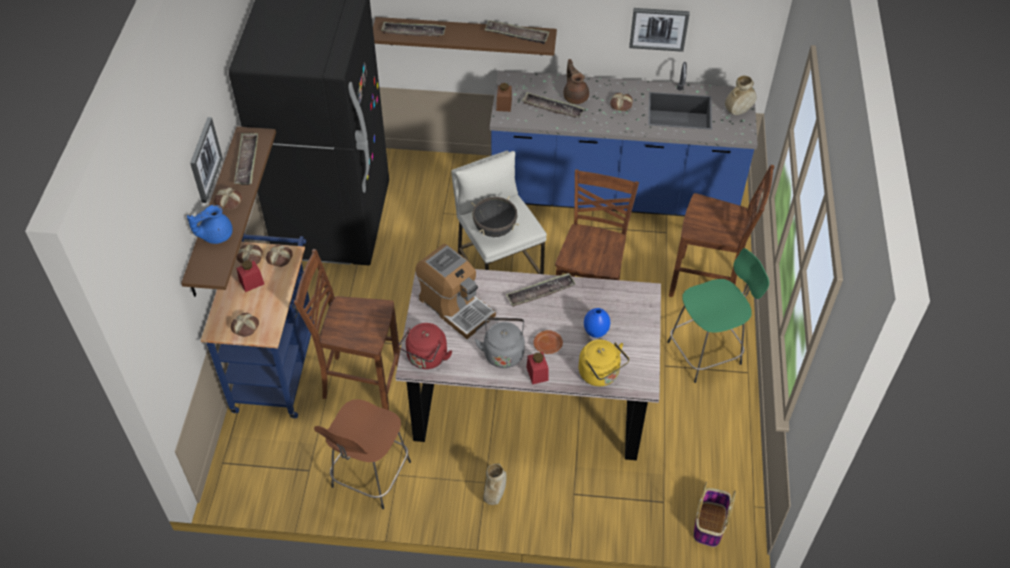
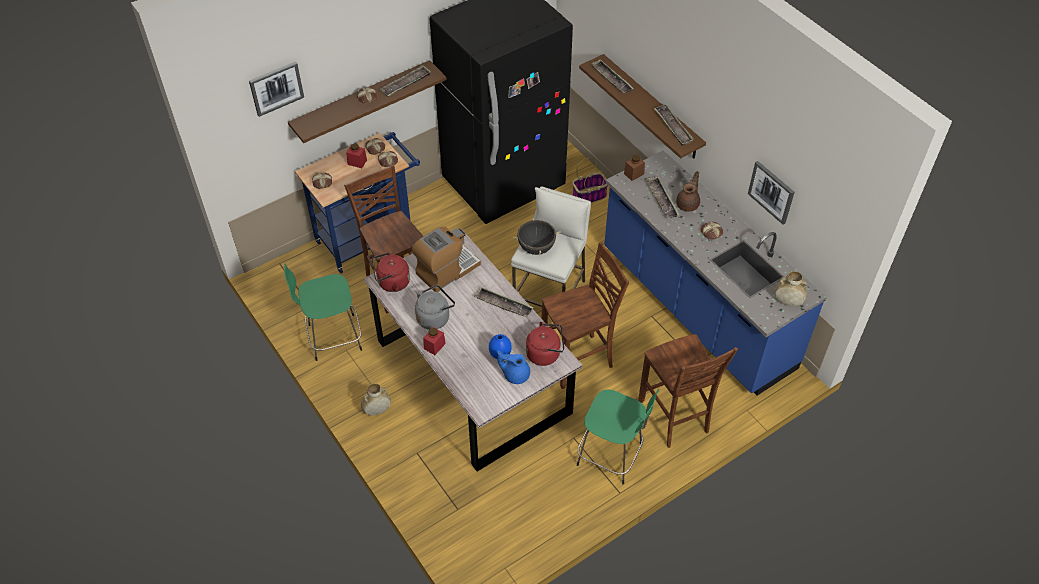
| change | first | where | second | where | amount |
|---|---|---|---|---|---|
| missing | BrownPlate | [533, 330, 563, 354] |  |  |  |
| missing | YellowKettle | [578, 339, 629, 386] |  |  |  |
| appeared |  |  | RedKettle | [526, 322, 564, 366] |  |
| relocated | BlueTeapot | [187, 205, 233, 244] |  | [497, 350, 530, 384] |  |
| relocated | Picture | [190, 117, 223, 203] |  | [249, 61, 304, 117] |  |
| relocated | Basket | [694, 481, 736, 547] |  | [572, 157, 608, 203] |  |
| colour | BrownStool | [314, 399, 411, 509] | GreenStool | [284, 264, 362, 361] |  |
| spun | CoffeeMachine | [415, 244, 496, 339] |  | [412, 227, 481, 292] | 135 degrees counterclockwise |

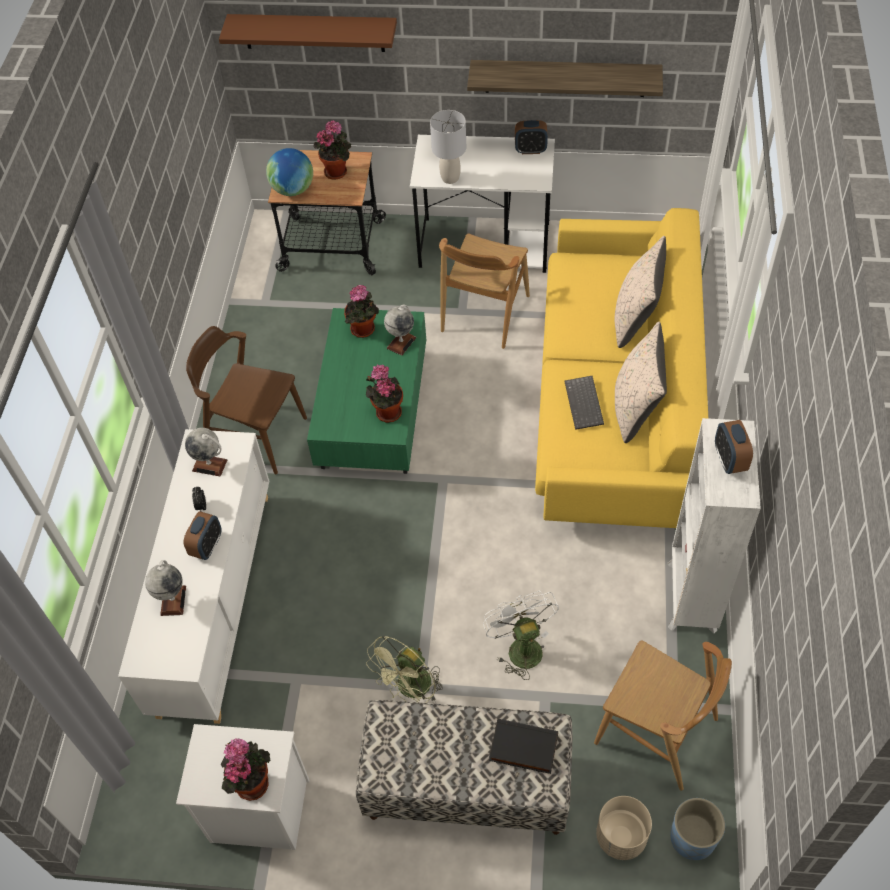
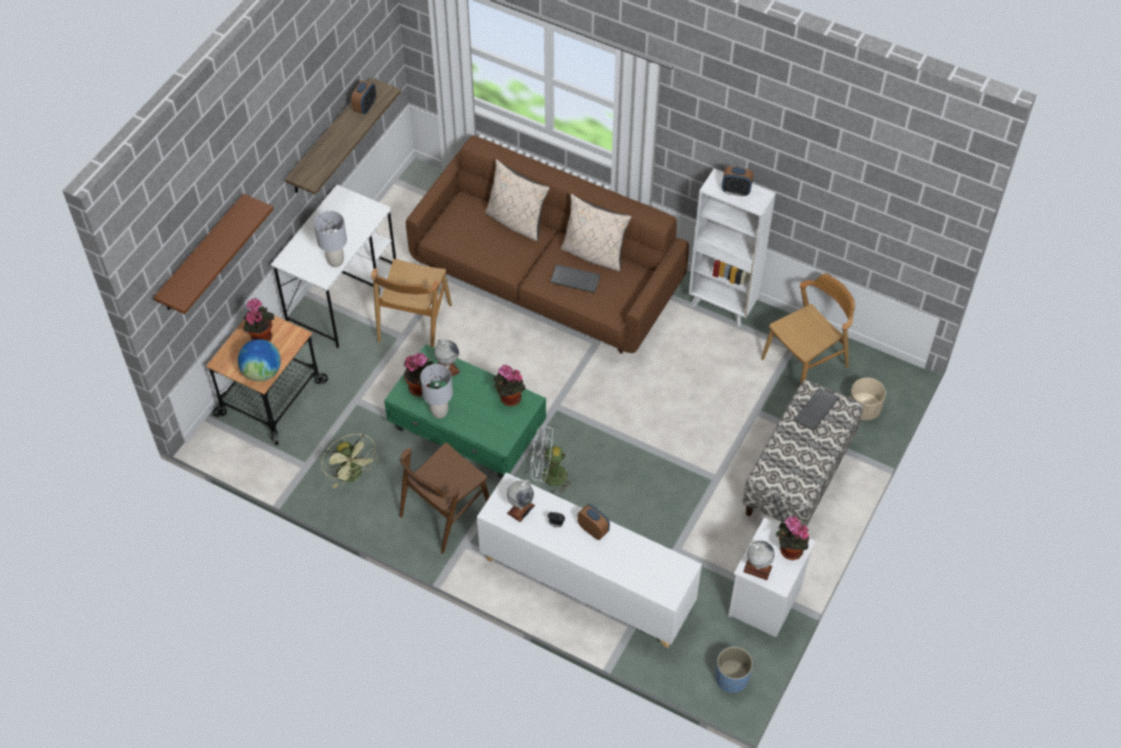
| change | first | where | second | where | amount |
|---|---|---|---|---|---|
| appeared |  |  | GreyTableLamp | [420, 364, 453, 419] |  |
| relocated | Globe | [145, 560, 186, 616] |  | [743, 541, 775, 580] |  |
| relocated | GreenFan | [366, 635, 443, 703] |  | [321, 434, 378, 489] |  |
| relocated | WhiteFan | [483, 591, 559, 680] |  | [531, 426, 575, 494] |  |
| relocated | AlarmClock | [515, 120, 548, 154] |  | [351, 80, 376, 114] |  |
| relocated | BluePlanter | [670, 798, 725, 860] |  | [716, 646, 753, 694] |  |
| exchanged | BlackBook | [489, 719, 558, 774] | Keyboard | [794, 387, 839, 431] |  |
| colour | YellowSofa | [535, 208, 708, 528] | BrownSofa | [406, 135, 689, 354] |  |
| spun | BrownChair | [439, 233, 530, 349] |  | [371, 259, 452, 347] | 60 degrees clockwise |

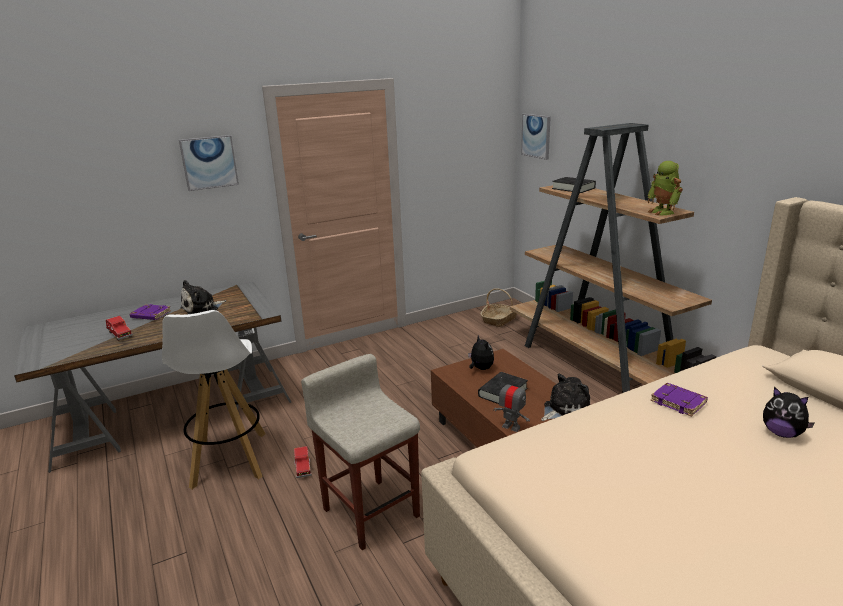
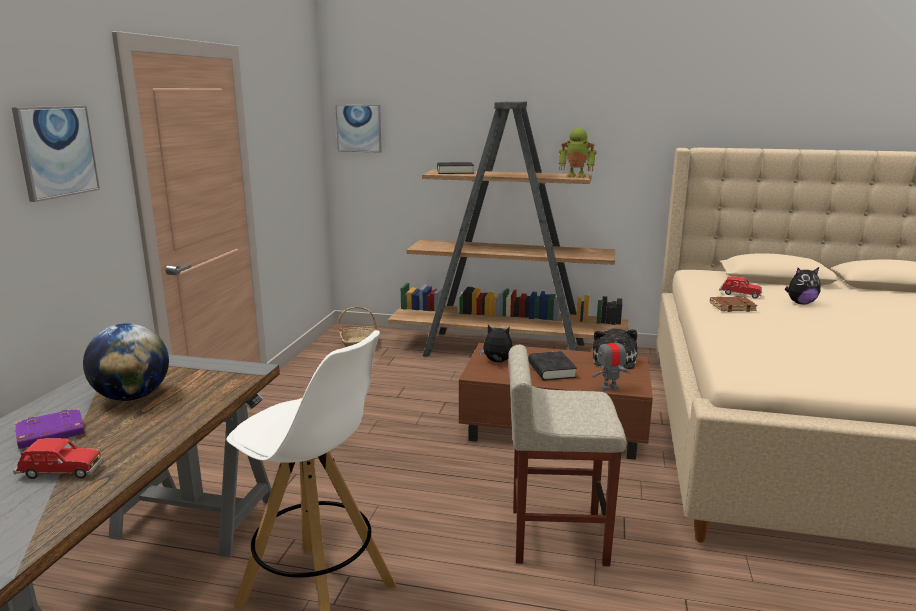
| change | first | where | second | where | amount |
|---|---|---|---|---|---|
| relocated | RedToyCar | [294, 446, 312, 478] |  | [719, 276, 762, 299] |  |
| exchanged | PlushToy | [180, 280, 226, 314] | Globe | [83, 323, 169, 401] |  |
| colour | PurpleBook | [650, 383, 708, 417] | BrownBook | [710, 297, 757, 312] |  |

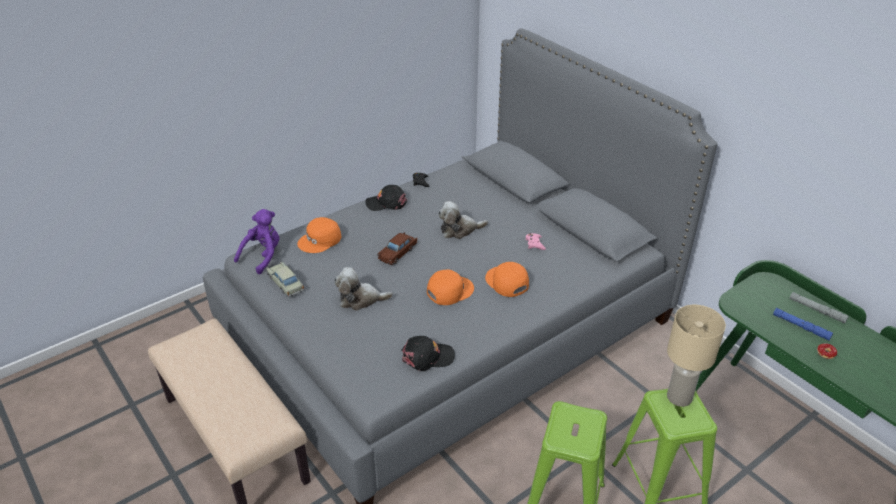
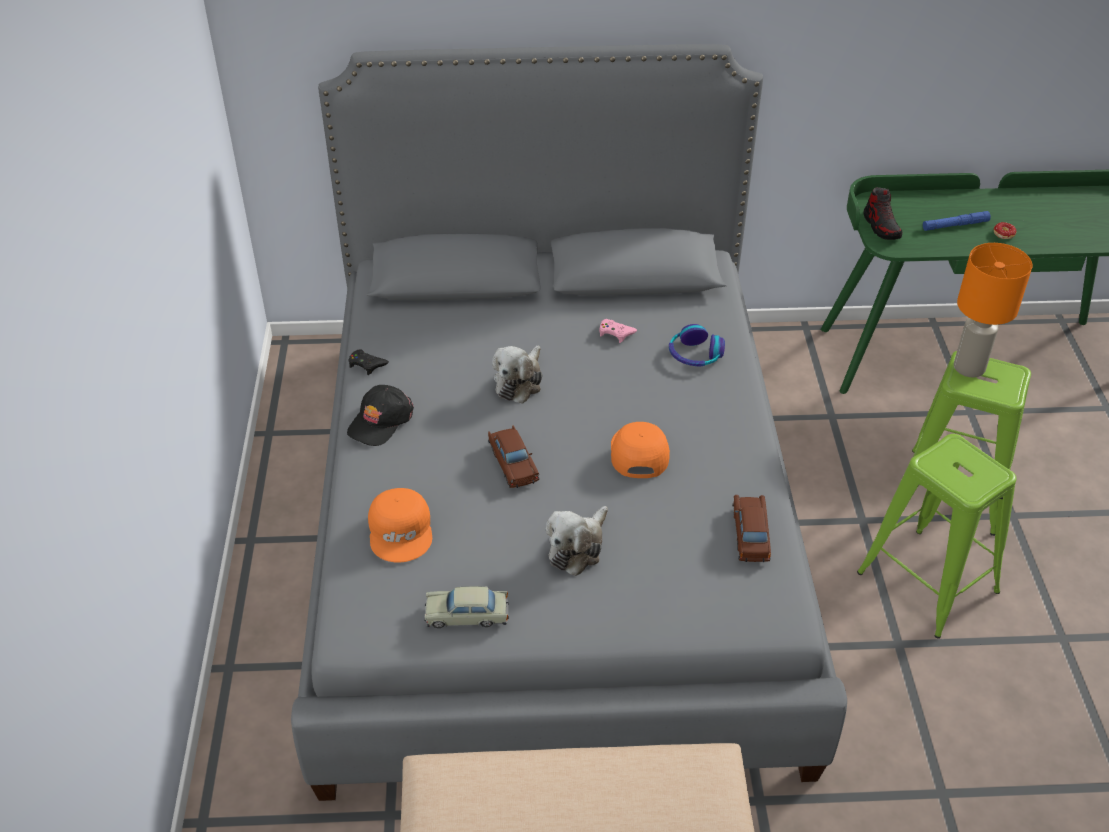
| change | first | where | second | where | amount |
|---|---|---|---|---|---|
| missing | PurplePlushToy | [234, 209, 280, 274] |  |  |  |
| missing | OrangeCap | [485, 262, 529, 297] |  |  |  |
| missing | GreyFlashlight | [790, 292, 849, 323] |  |  |  |
| appeared |  |  | Headphones | [669, 324, 725, 367] |  |
| appeared |  |  | Shoe | [864, 187, 902, 240] |  |
| exchanged | BlackCap | [402, 336, 455, 371] | BrownToyCar | [732, 495, 771, 562] |  |
| colour | BeigeTableLamp | [667, 305, 726, 407] | OrangeTableLamp | [954, 243, 1033, 377] |  |

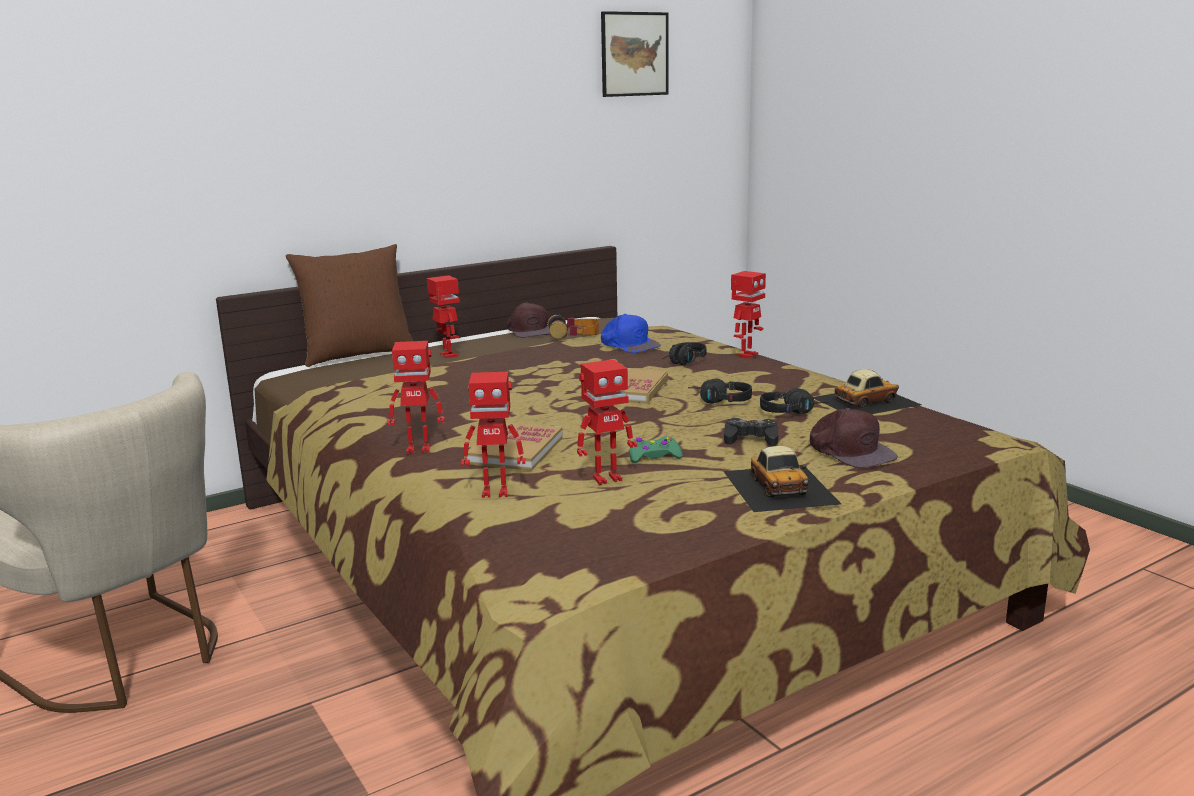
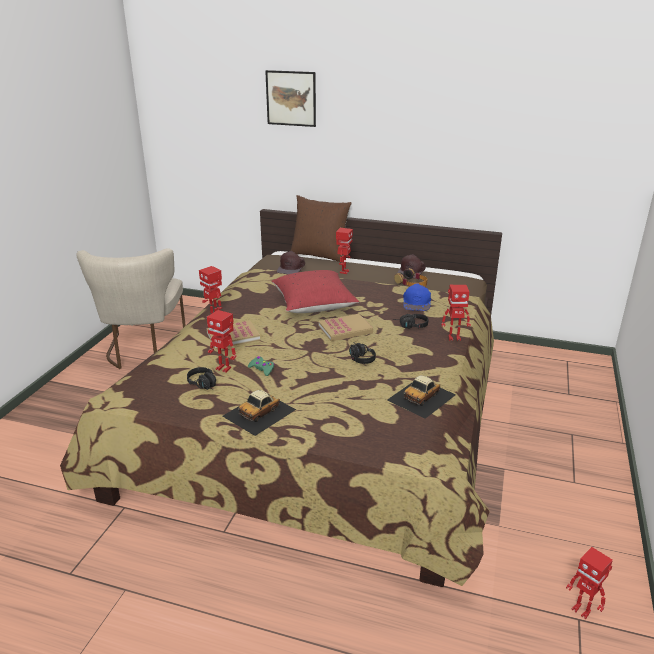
| change | first | where | second | where | amount |
|---|---|---|---|---|---|
| missing | BlackGameController | [724, 418, 778, 446] |  |  |  |
| appeared |  |  | RedPillow | [271, 270, 359, 313] |  |
| relocated | ToyRobot | [461, 372, 525, 498] |  | [566, 547, 613, 619] |  |
| relocated | Picture | [601, 11, 669, 97] |  | [265, 70, 316, 127] |  |
| relocated | BlackHeadphones | [760, 388, 829, 414] |  | [187, 367, 216, 390] |  |
| relocated | BrownCap | [810, 408, 898, 468] |  | [276, 251, 305, 274] |  |
| spun | ToyCar | [813, 369, 921, 414] |  | [387, 375, 456, 419] | 105 degrees clockwise |

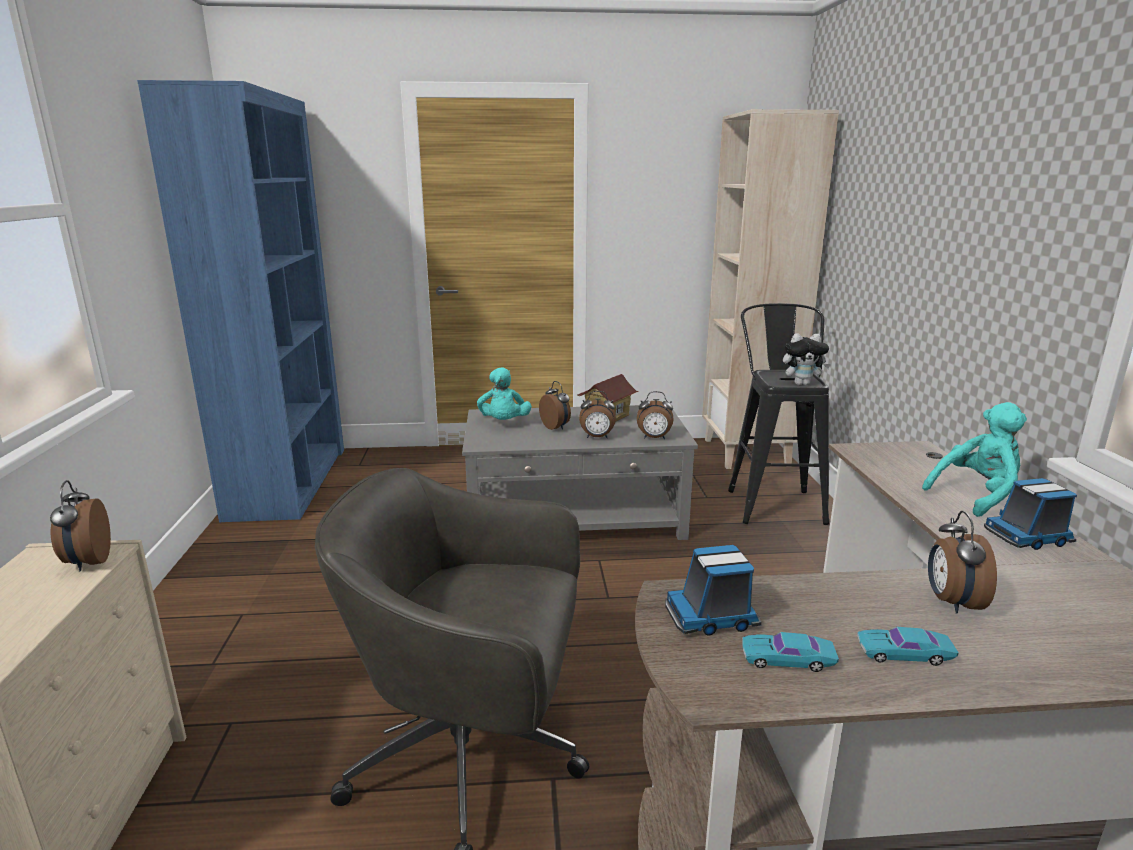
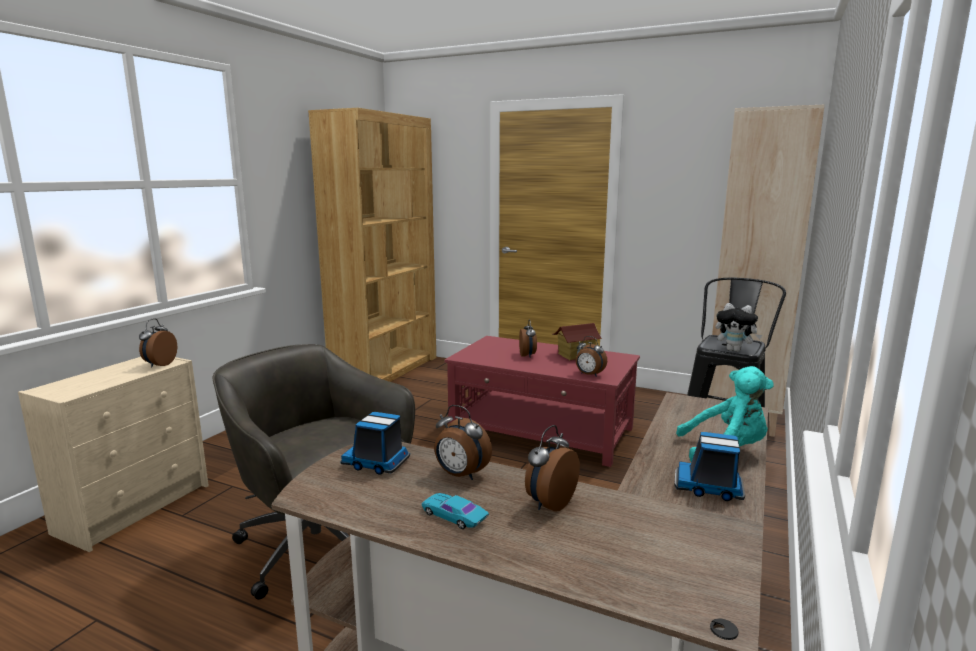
| change | first | where | second | where | amount |
|---|---|---|---|---|---|
| missing | TurquoisePlushToy | [477, 367, 532, 420] |  |  |  |
| missing | TurquoiseToyCar | [742, 632, 839, 672] |  |  |  |
| relocated | AlarmClock | [579, 391, 616, 438] |  | [434, 405, 492, 480] |  |
| colour | BlueBookcase | [137, 80, 344, 522] | BrownBookcase | [308, 108, 436, 382] |  |
| colour | GreyCoffeeTable | [462, 405, 698, 540] | RedCoffeeTable | [445, 336, 640, 467] |  |

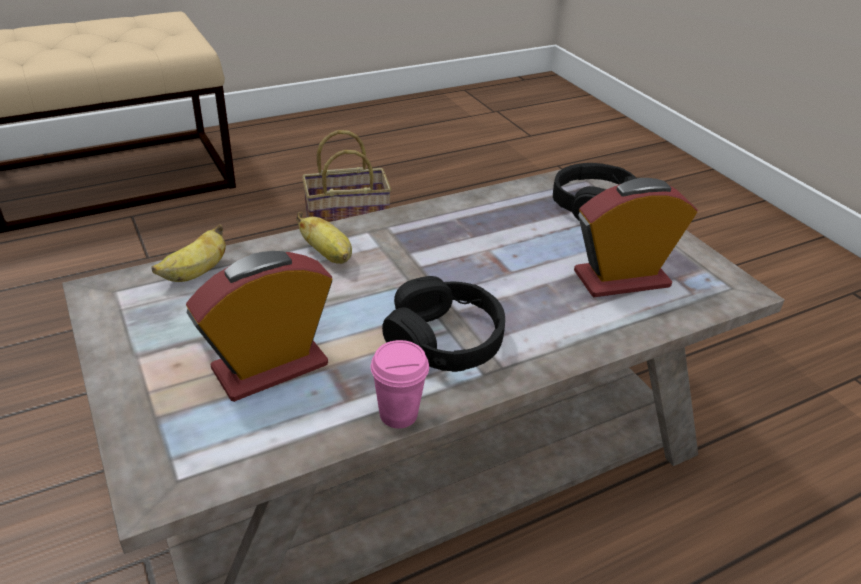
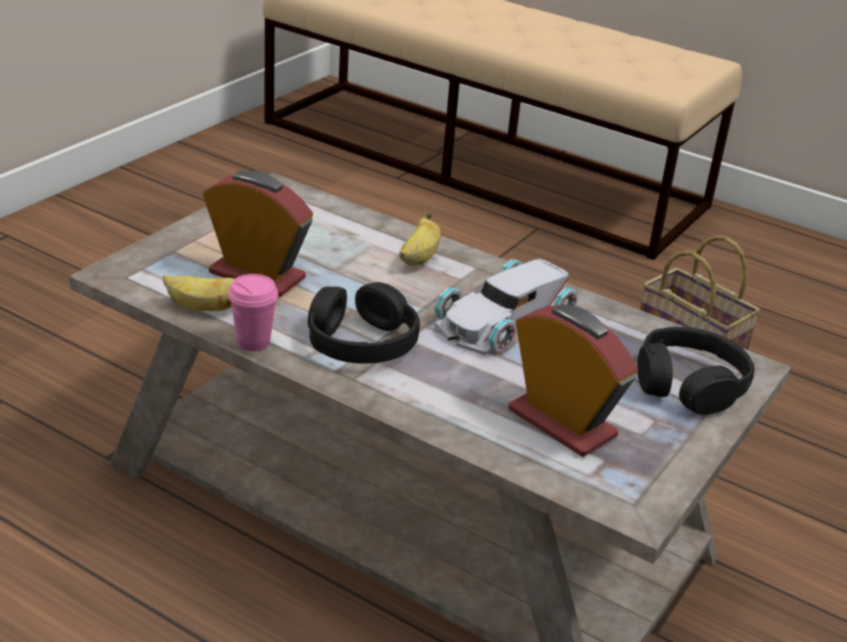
| change | first | where | second | where | amount |
|---|---|---|---|---|---|
| appeared |  |  | WhiteToyCar | [434, 259, 578, 355] |  |
| relocated | Banana | [152, 224, 226, 282] |  | [163, 275, 234, 311] |  |

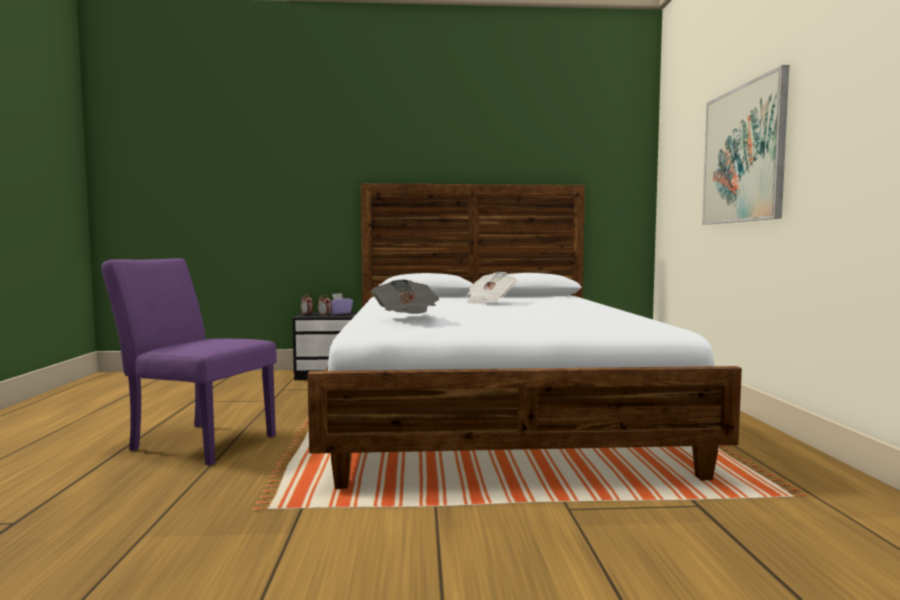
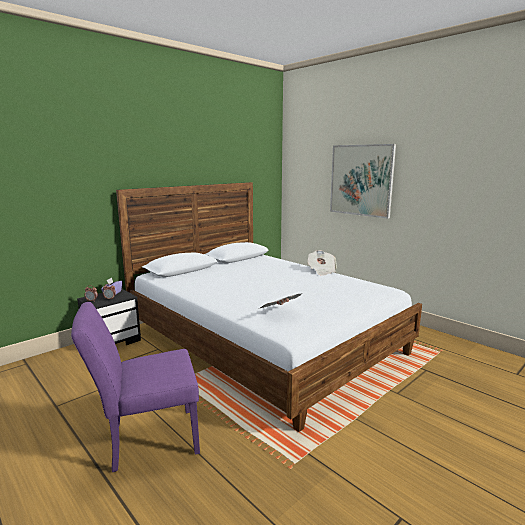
| change | first | where | second | where | amount |
|---|---|---|---|---|---|
| relocated | Newspaper | [467, 272, 517, 304] |  | [307, 250, 337, 276] |  |

